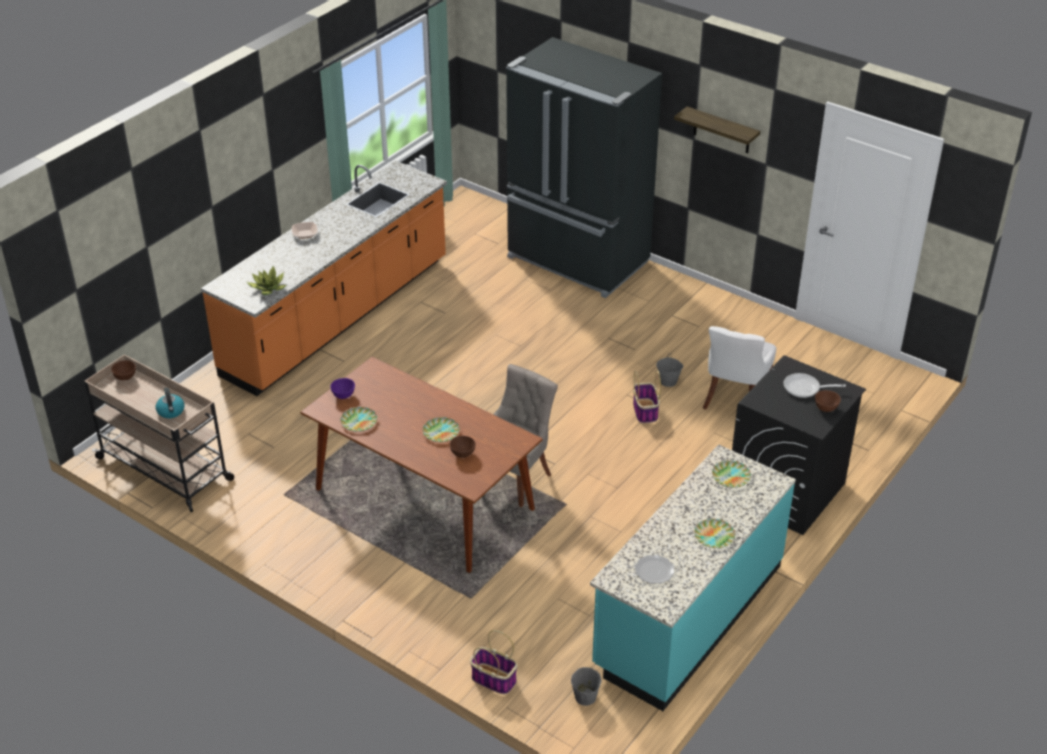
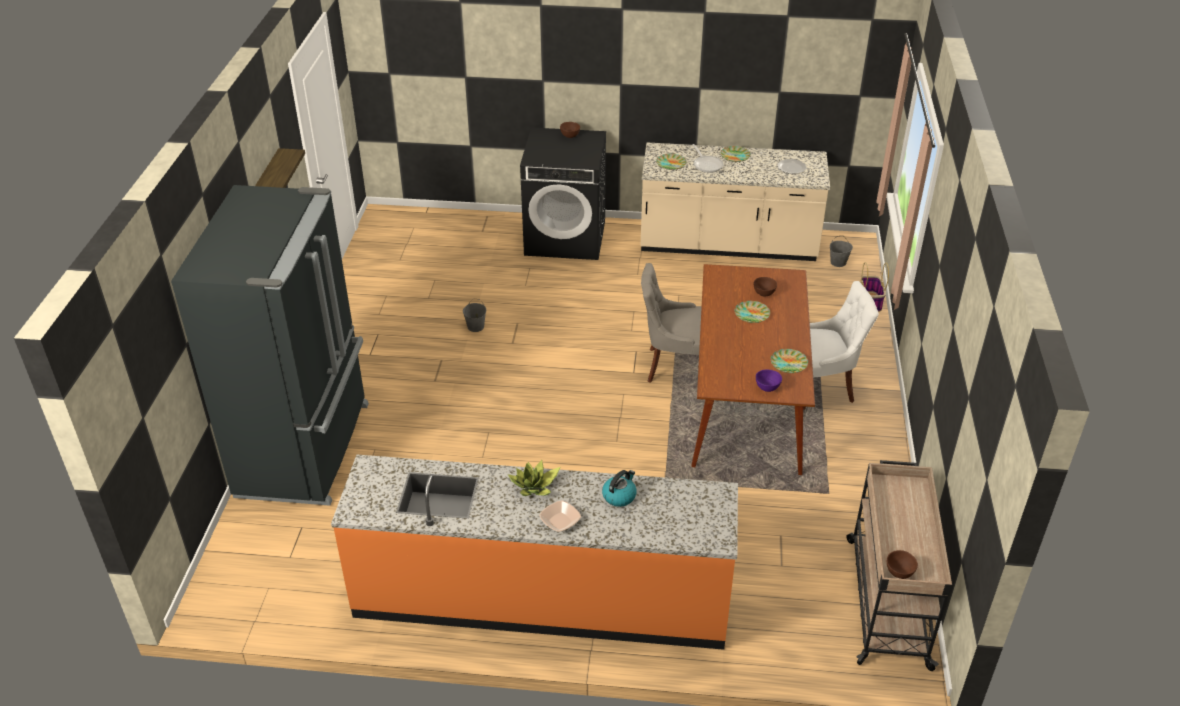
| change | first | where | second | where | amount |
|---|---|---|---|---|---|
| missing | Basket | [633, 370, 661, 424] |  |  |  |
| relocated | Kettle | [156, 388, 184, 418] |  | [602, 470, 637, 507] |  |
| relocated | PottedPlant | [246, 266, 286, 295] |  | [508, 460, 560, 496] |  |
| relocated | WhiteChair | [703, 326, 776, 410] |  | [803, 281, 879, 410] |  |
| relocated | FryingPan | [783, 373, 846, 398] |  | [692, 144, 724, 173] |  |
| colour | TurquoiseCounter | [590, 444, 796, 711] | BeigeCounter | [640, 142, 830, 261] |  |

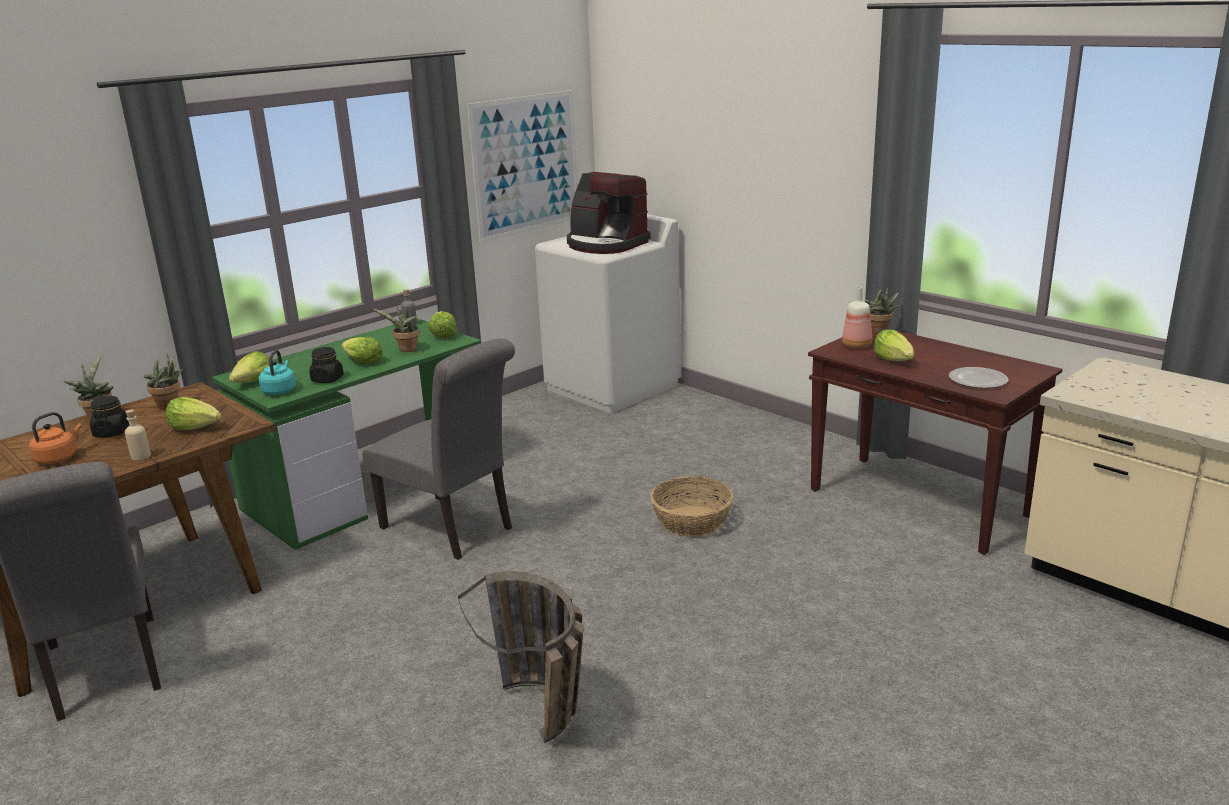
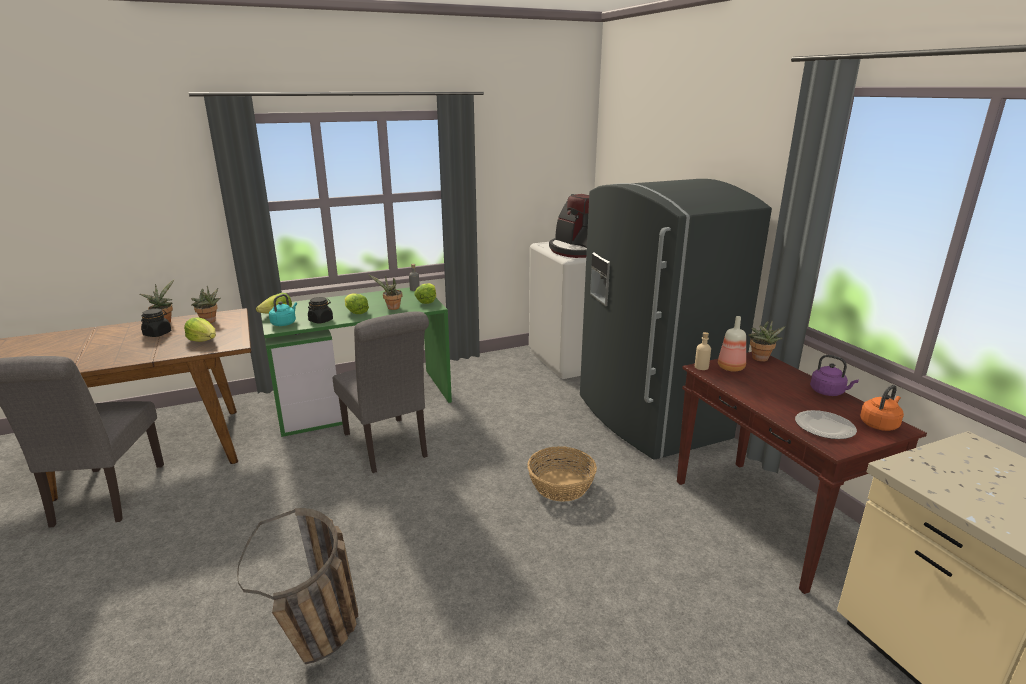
| change | first | where | second | where | amount |
|---|---|---|---|---|---|
| missing | Picture | [467, 90, 578, 243] |  |  |  |
| missing | Lettuce | [874, 329, 914, 361] |  |  |  |
| appeared |  |  | GreyFridge | [580, 179, 772, 460] |  |
| appeared |  |  | PurpleKettle | [810, 355, 859, 396] |  |
| relocated | OrangeKettle | [29, 412, 82, 464] |  | [860, 385, 904, 431] |  |
| relocated | BeigeBottle | [125, 410, 151, 461] |  | [695, 332, 711, 370] |  |

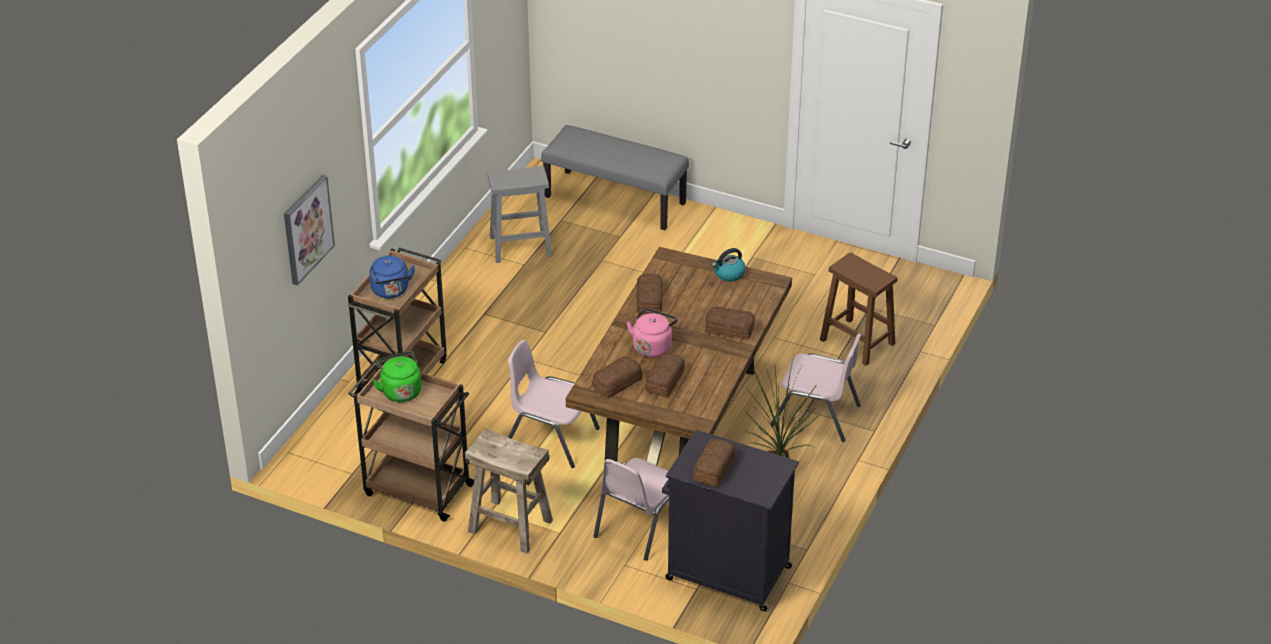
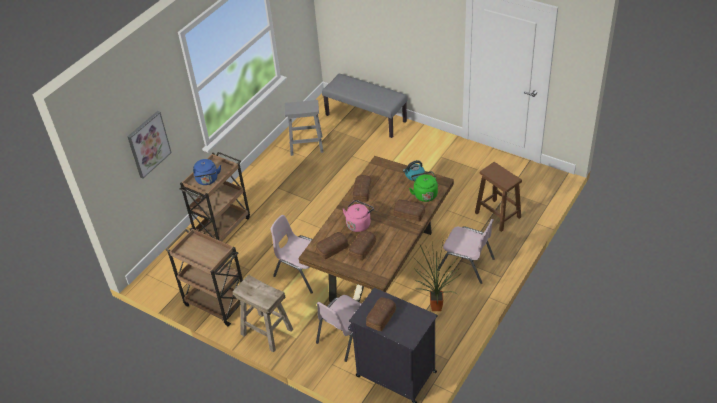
| change | first | where | second | where | amount |
|---|---|---|---|---|---|
| relocated | GreenKettle | [372, 351, 422, 402] |  | [409, 171, 438, 202] |  |

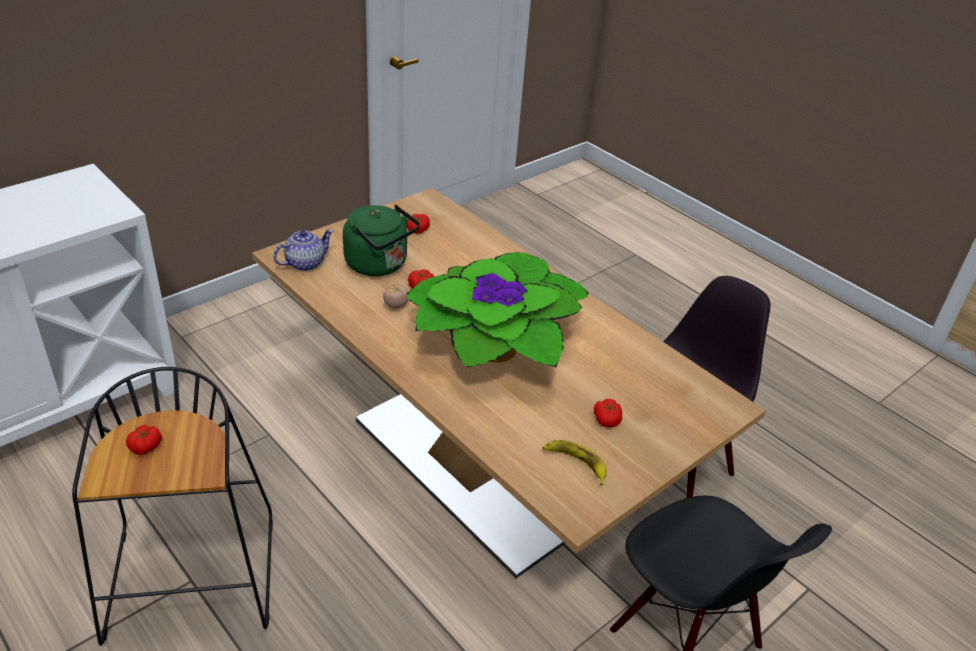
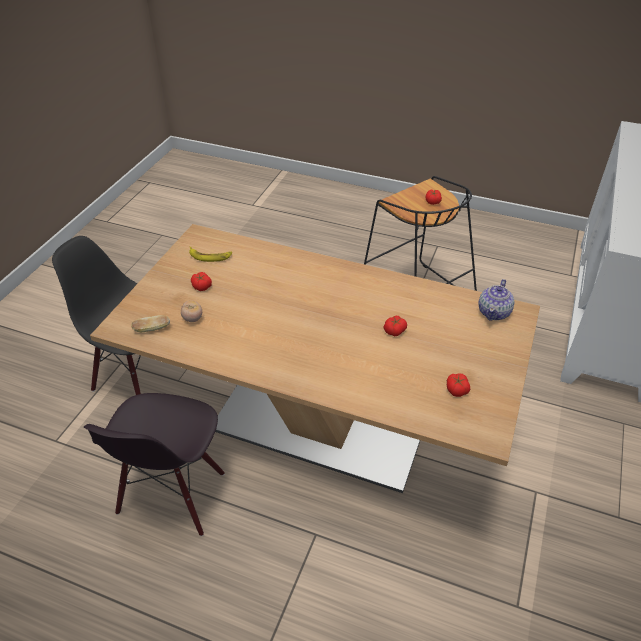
| change | first | where | second | where | amount |
|---|---|---|---|---|---|
| missing | GreenKettle | [343, 204, 420, 276] |  |  |  |
| missing | PottedPlant | [407, 252, 588, 368] |  |  |  |
| appeared |  |  | Bread | [131, 315, 170, 332] |  |
| relocated | Tomato | [383, 284, 408, 309] |  | [181, 300, 202, 322] |  |

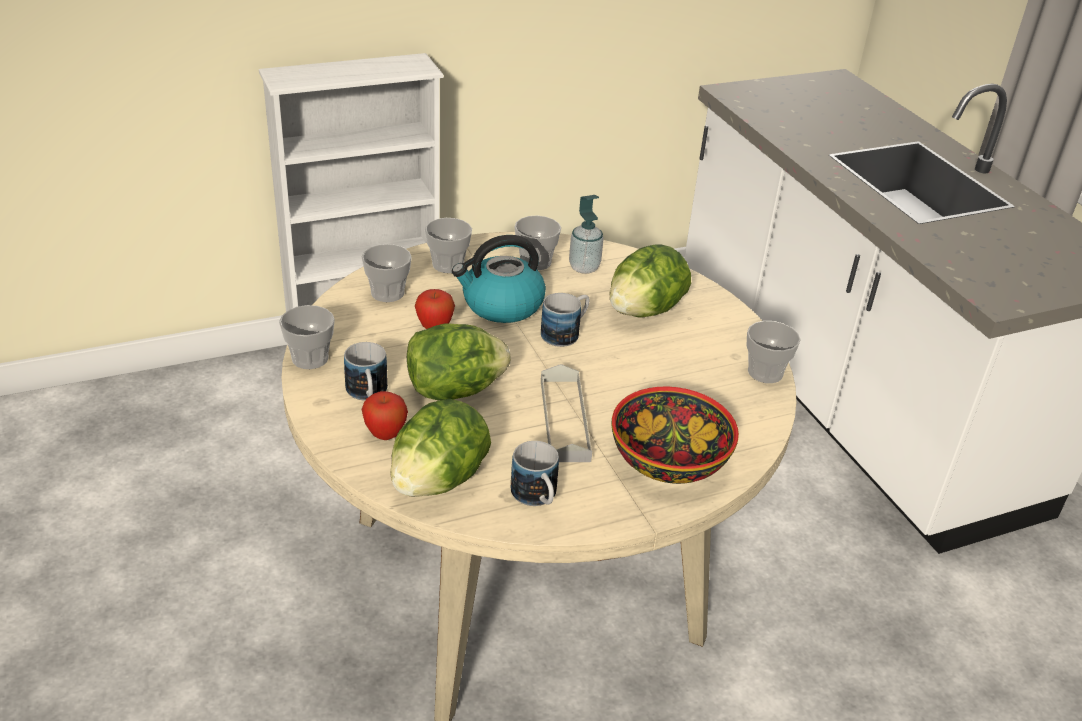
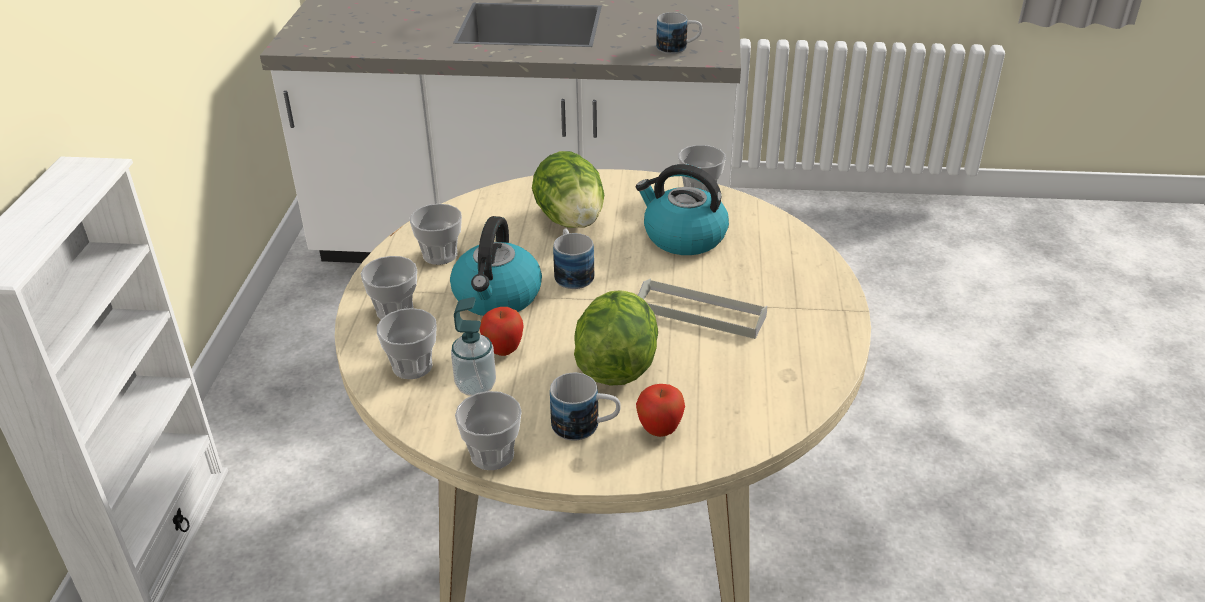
| change | first | where | second | where | amount |
|---|---|---|---|---|---|
| missing | Lettuce | [390, 399, 491, 497] |  |  |  |
| missing | Bowl | [612, 387, 739, 484] |  |  |  |
| appeared |  |  | Kettle | [636, 164, 729, 255] |  |
| relocated | Mug | [511, 441, 559, 506] |  | [656, 12, 702, 54] |  |
| relocated | SoapDispenser | [569, 195, 604, 274] |  | [451, 297, 496, 396] |  |

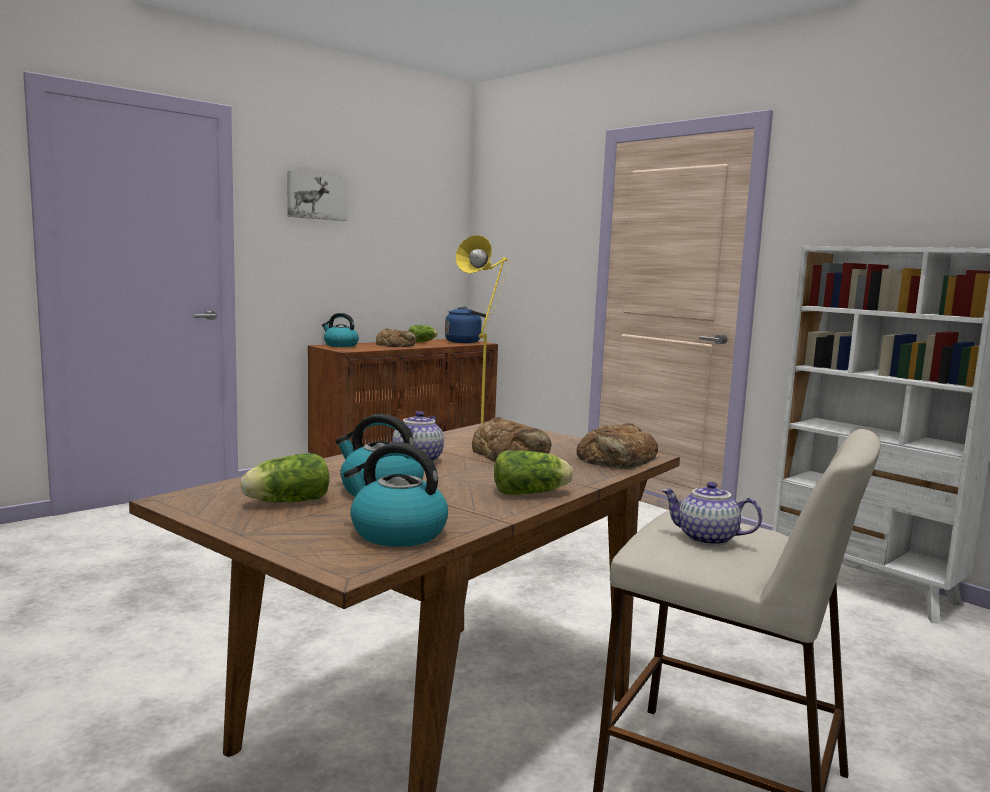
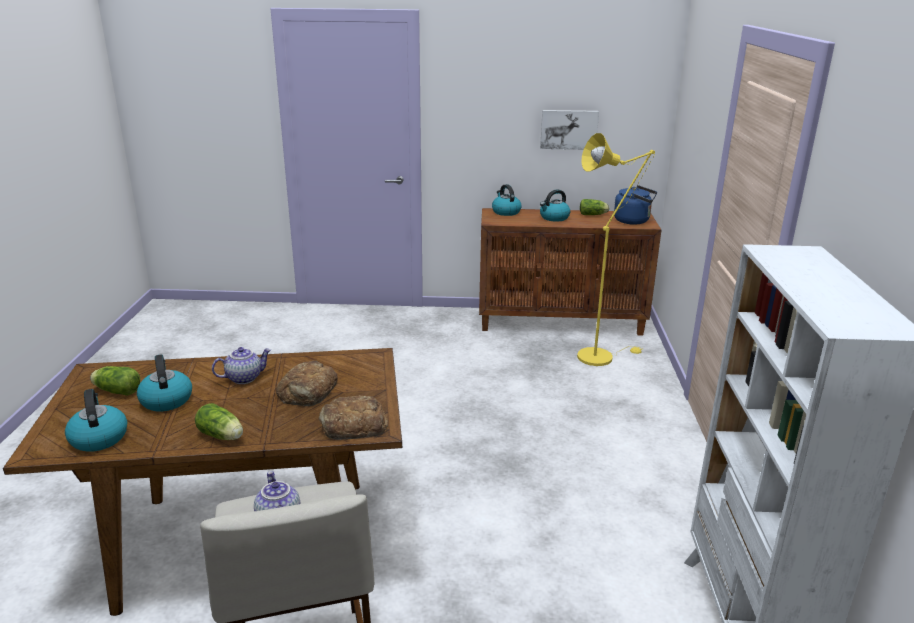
| change | first | where | second | where | amount |
|---|---|---|---|---|---|
| relocated | Picture | [287, 171, 348, 221] |  | [540, 110, 599, 150] |  |
| exchanged | Bread | [376, 328, 416, 347] | Kettle | [540, 189, 570, 222] |  |

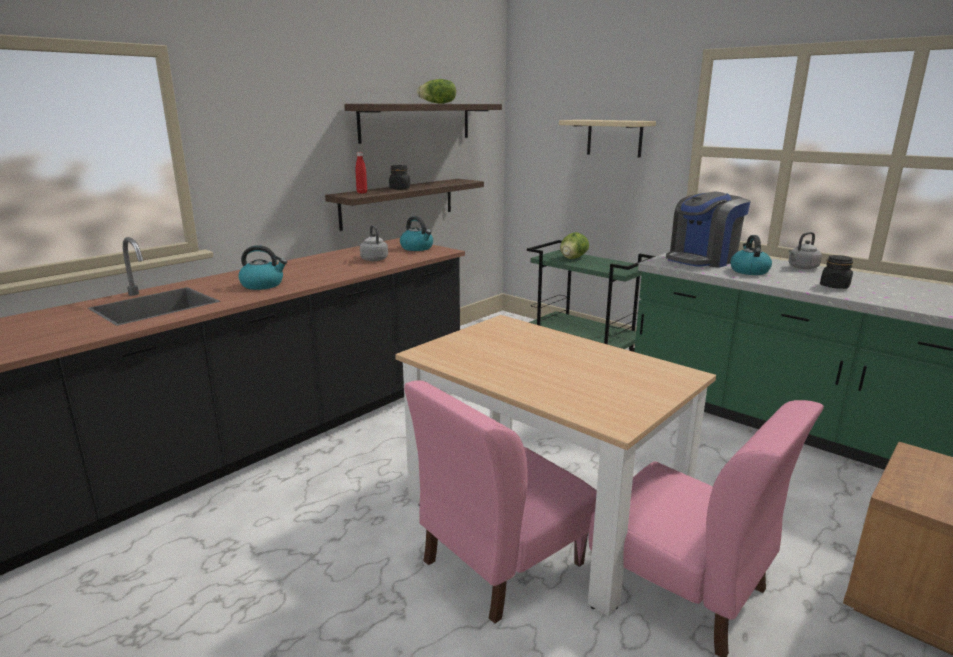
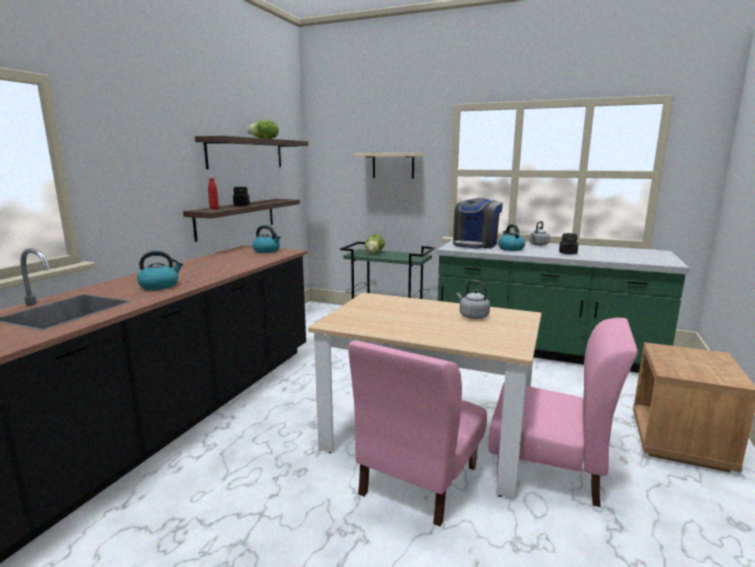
| change | first | where | second | where | amount |
|---|---|---|---|---|---|
| relocated | GreyKettle | [360, 225, 388, 261] |  | [457, 281, 490, 319] |  |

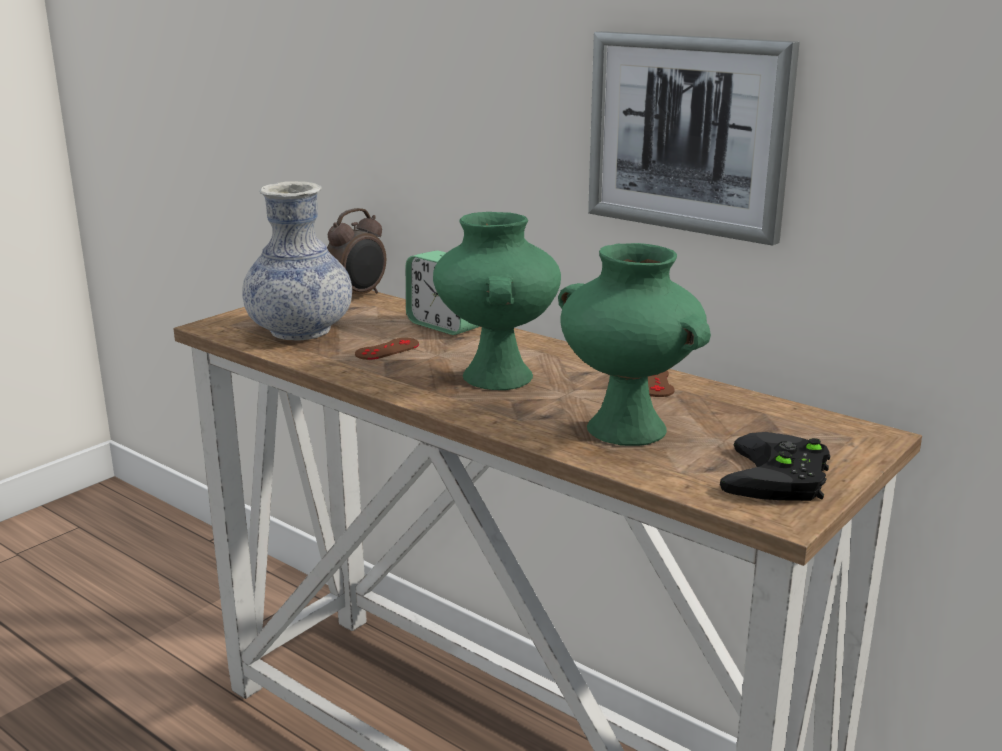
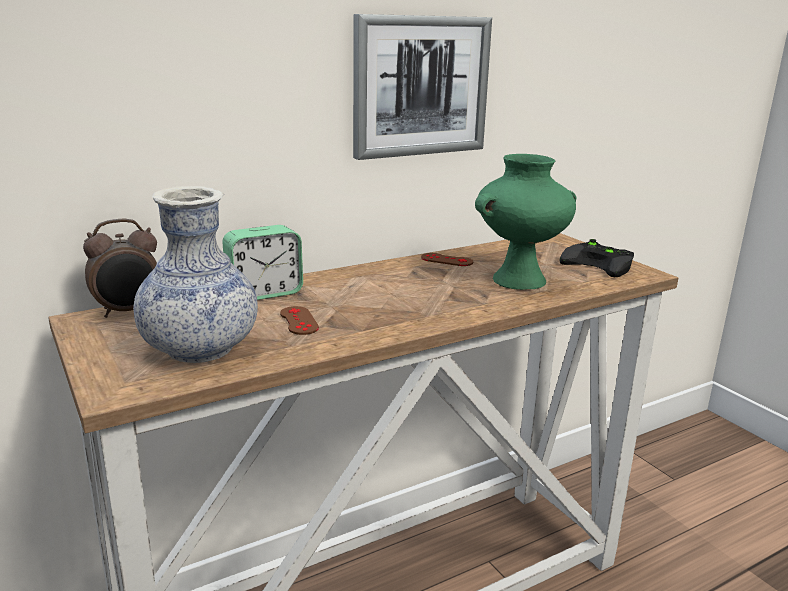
| change | first | where | second | where | amount |
|---|---|---|---|---|---|
| missing | GreenVase | [433, 212, 561, 390] |  |  |  |
| spun | AlarmClock | [327, 208, 386, 294] |  | [83, 219, 157, 318] | 90 degrees clockwise |

